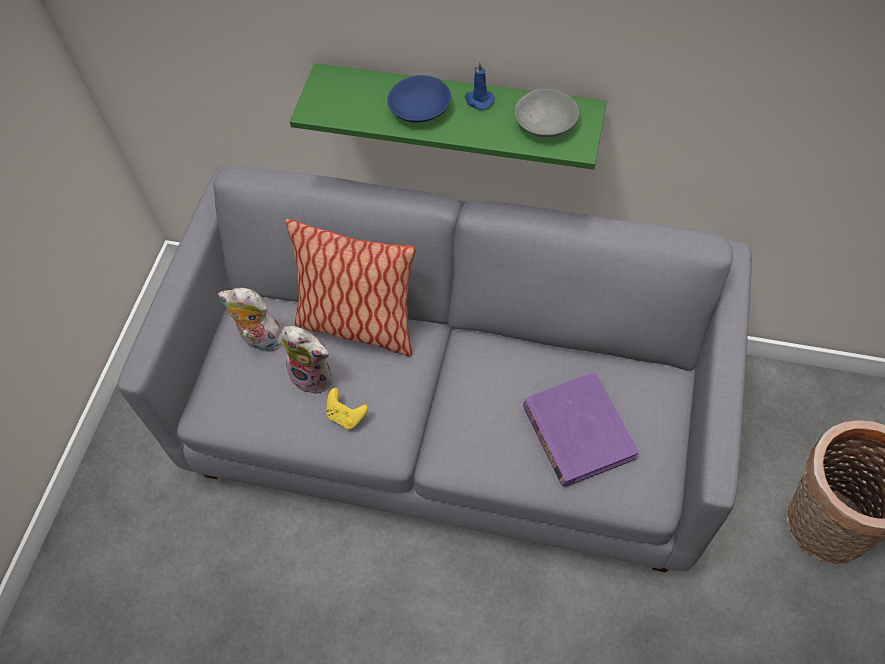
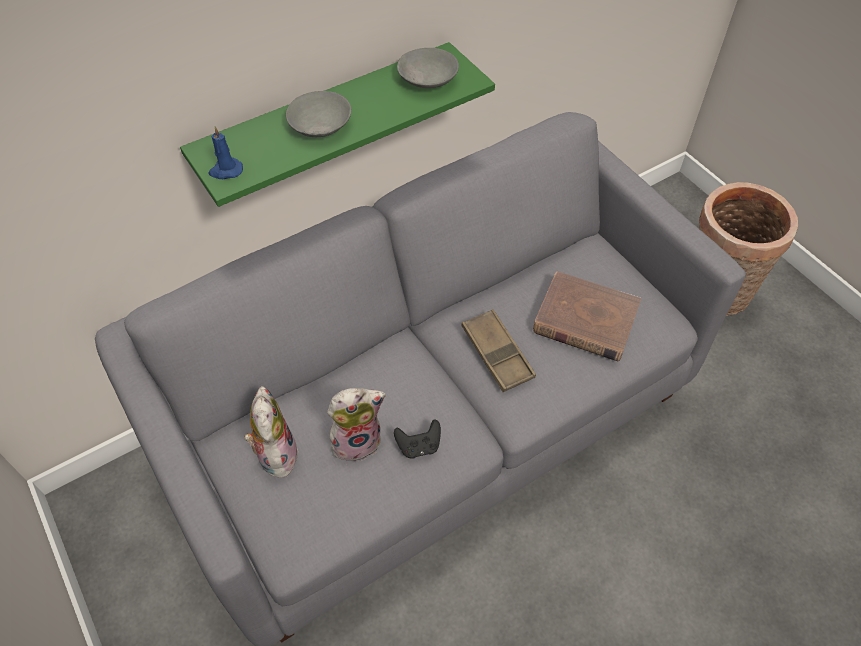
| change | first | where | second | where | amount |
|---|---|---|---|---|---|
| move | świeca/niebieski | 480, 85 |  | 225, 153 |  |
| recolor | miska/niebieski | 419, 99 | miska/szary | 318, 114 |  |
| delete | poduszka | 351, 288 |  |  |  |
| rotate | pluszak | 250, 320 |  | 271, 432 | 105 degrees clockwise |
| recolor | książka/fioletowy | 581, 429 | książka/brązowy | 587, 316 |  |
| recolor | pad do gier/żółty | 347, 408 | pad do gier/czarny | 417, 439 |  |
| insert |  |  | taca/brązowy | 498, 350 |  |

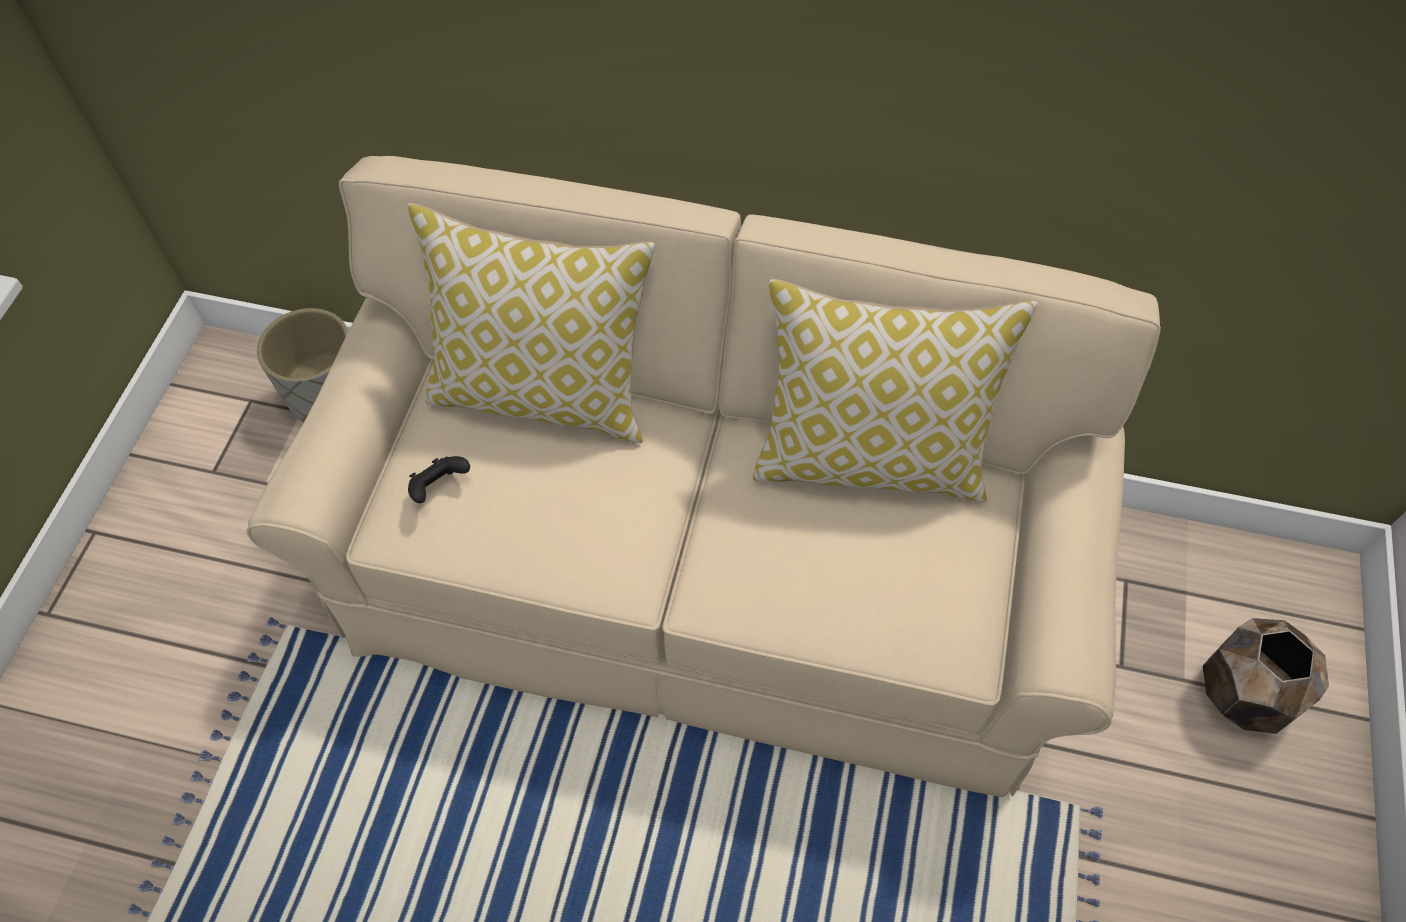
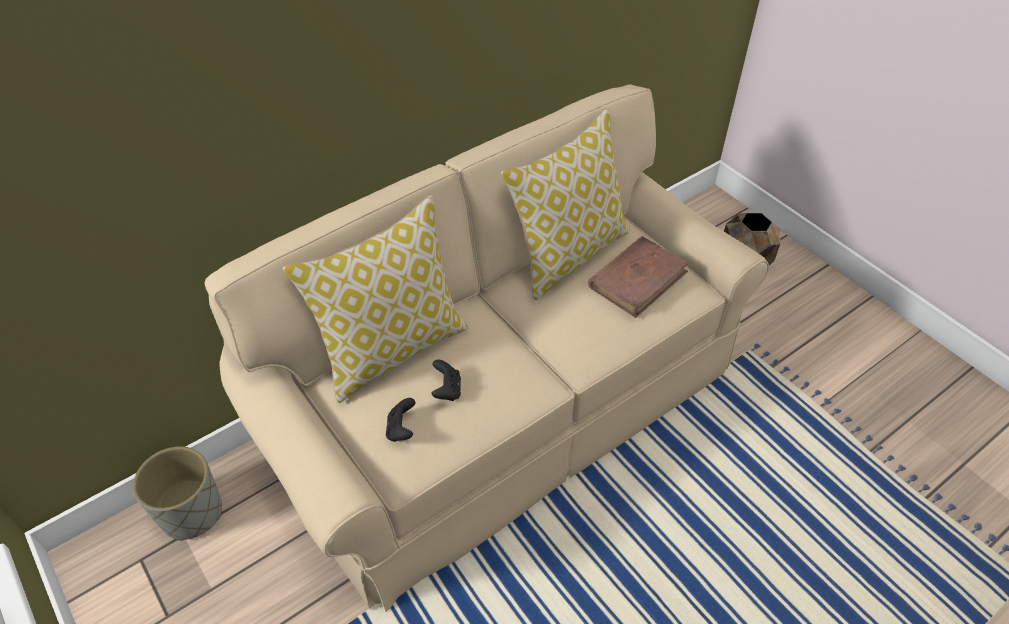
| change | first | where | second | where | amount |
|---|---|---|---|---|---|
| insert |  |  | książka/brązowy | 638, 277 |  |
| insert |  |  | pad do gier/czarny | 446, 380 |  |

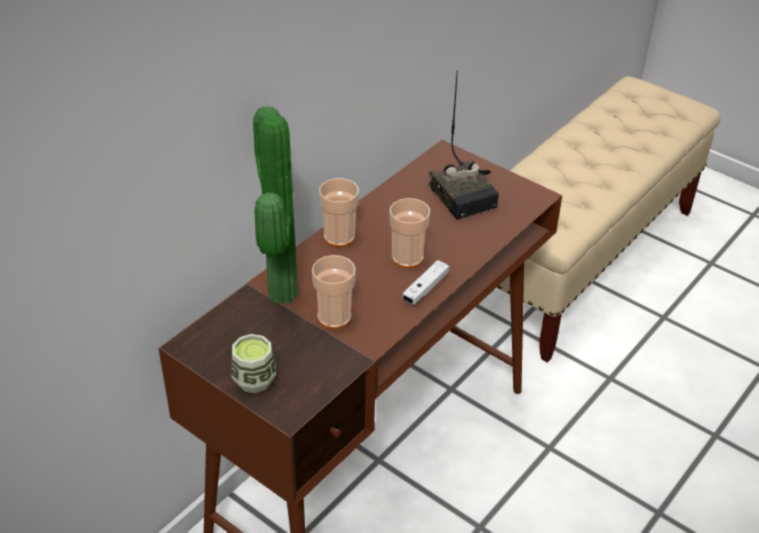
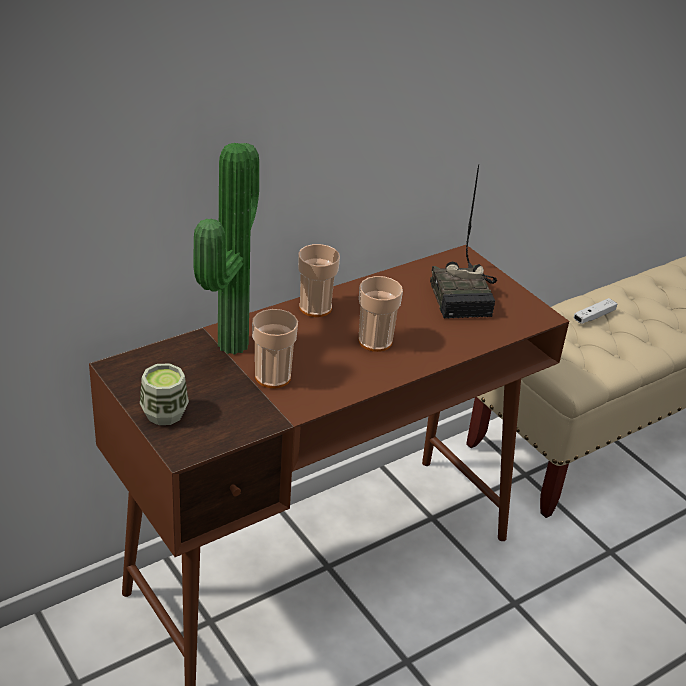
| change | first | where | second | where | amount |
|---|---|---|---|---|---|
| move | pad do gier/biały | 425, 282 |  | 595, 311 |  |

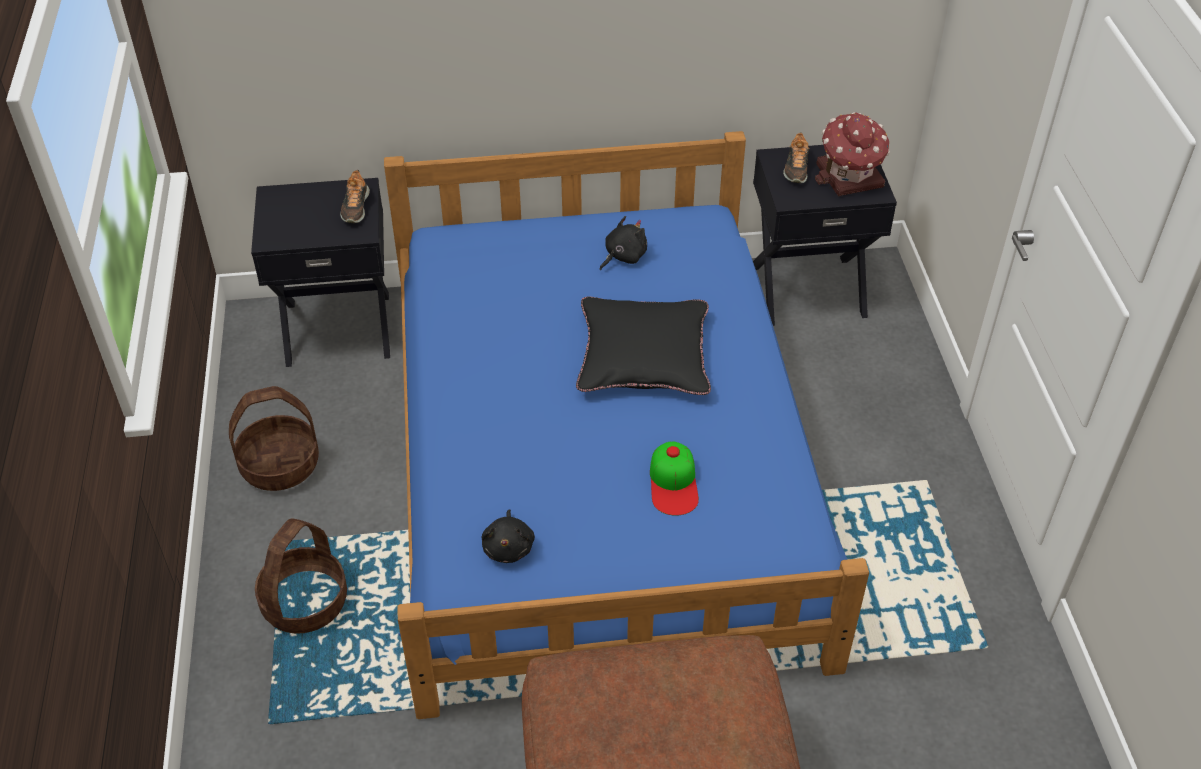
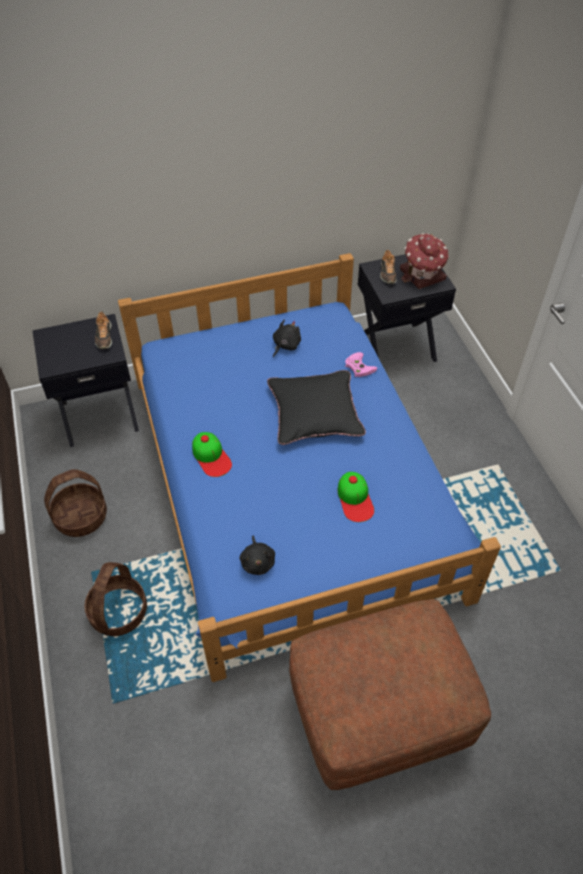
| change | first | where | second | where | amount |
|---|---|---|---|---|---|
| insert |  |  | pad do gier/różowy | 361, 364 |  |
| insert |  |  | czapka z daszkiem | 212, 454 |  |

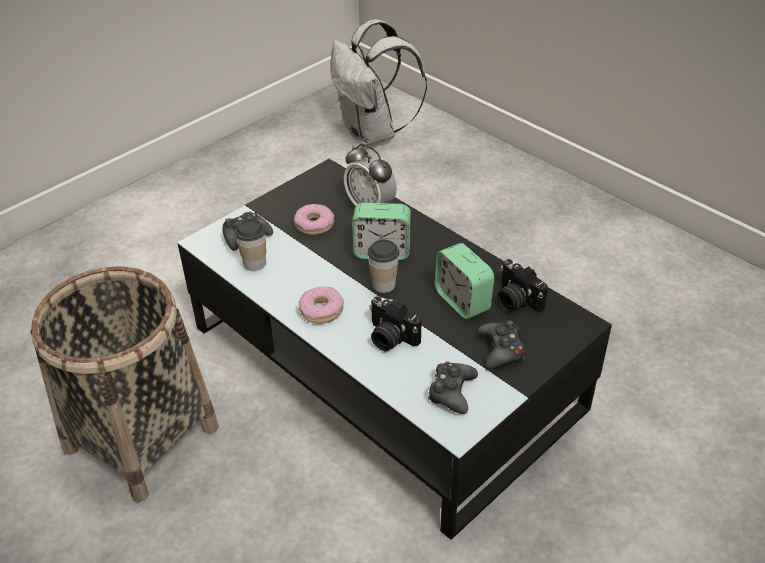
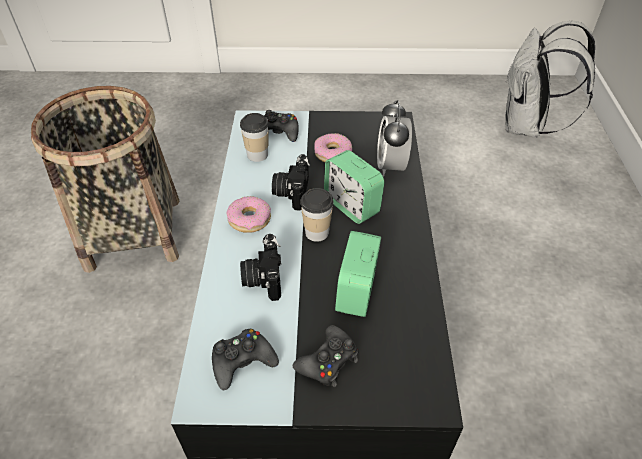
| change | first | where | second | where | amount |
|---|---|---|---|---|---|
| move | aparat fotograficzny | 522, 285 |  | 291, 182 |  |

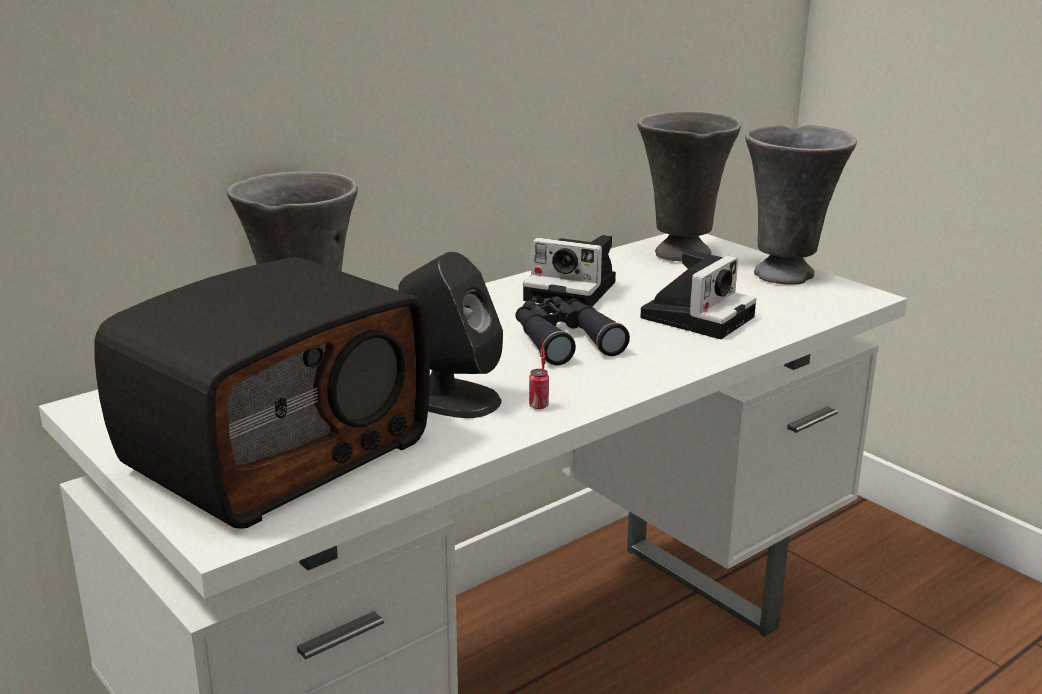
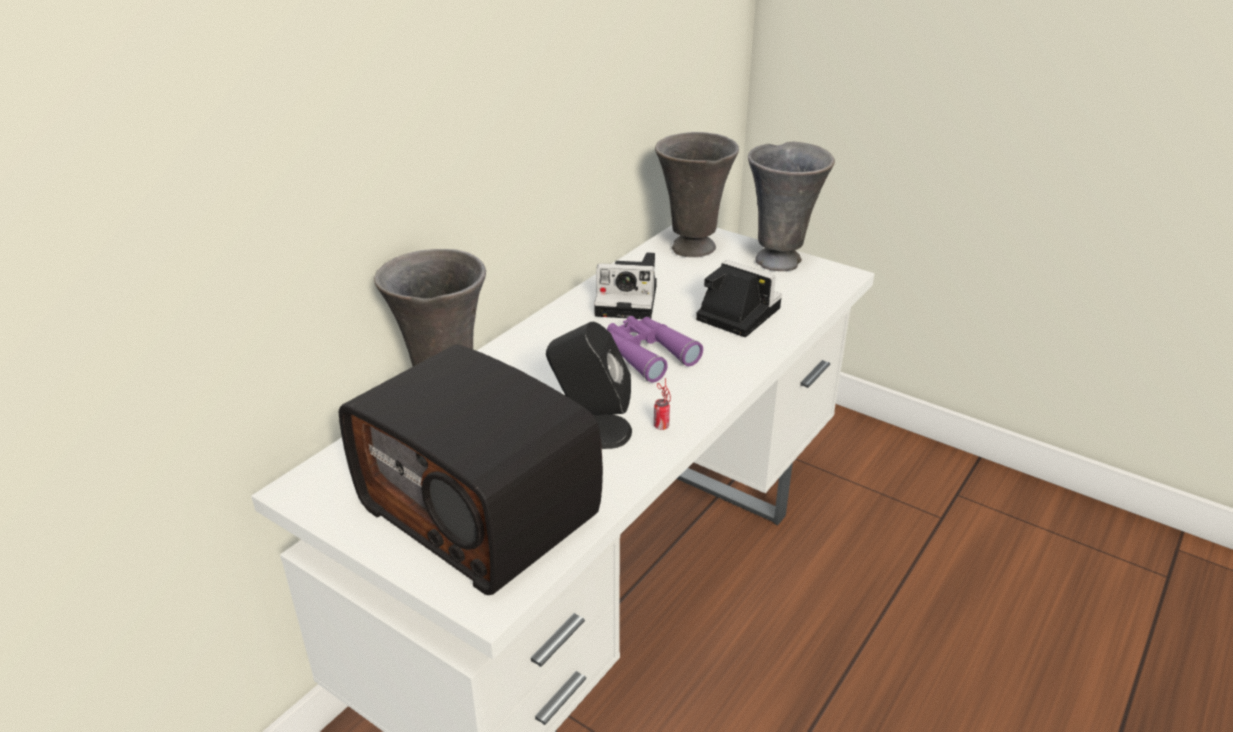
| change | first | where | second | where | amount |
|---|---|---|---|---|---|
| rotate | aparat fotograficzny | 698, 294 |  | 739, 298 | 75 degrees counterclockwise |
| rotate | radio | 262, 393 |  | 471, 469 | 105 degrees clockwise |
| recolor | lornetka/czarny | 572, 330 | lornetka/fioletowy | 655, 349 |  |

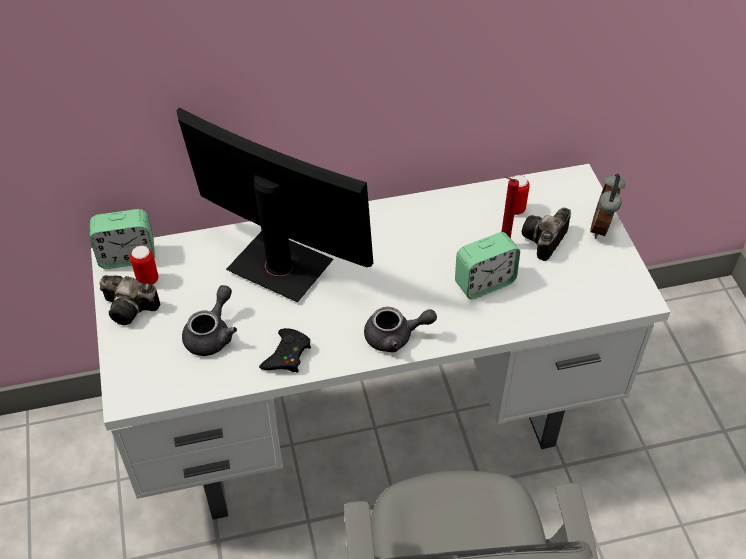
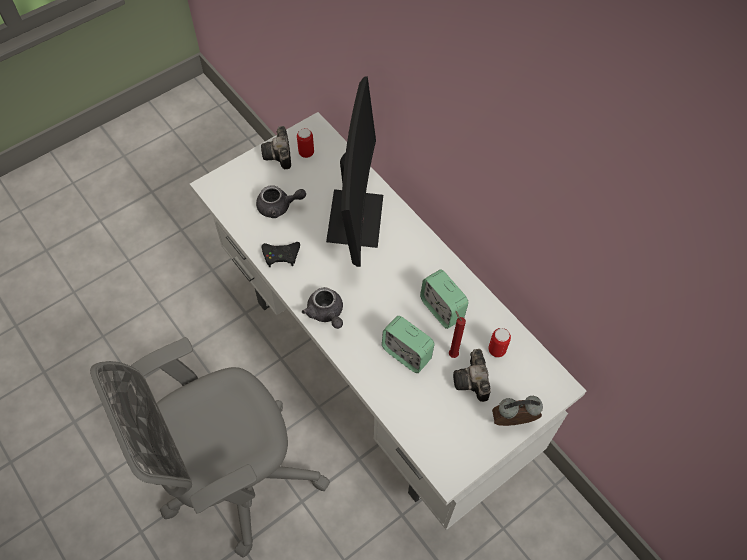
| change | first | where | second | where | amount |
|---|---|---|---|---|---|
| rotate | aparat fotograficzny | 546, 234 |  | 472, 375 | 105 degrees counterclockwise |
| move | budzik | 122, 239 |  | 444, 299 |  |

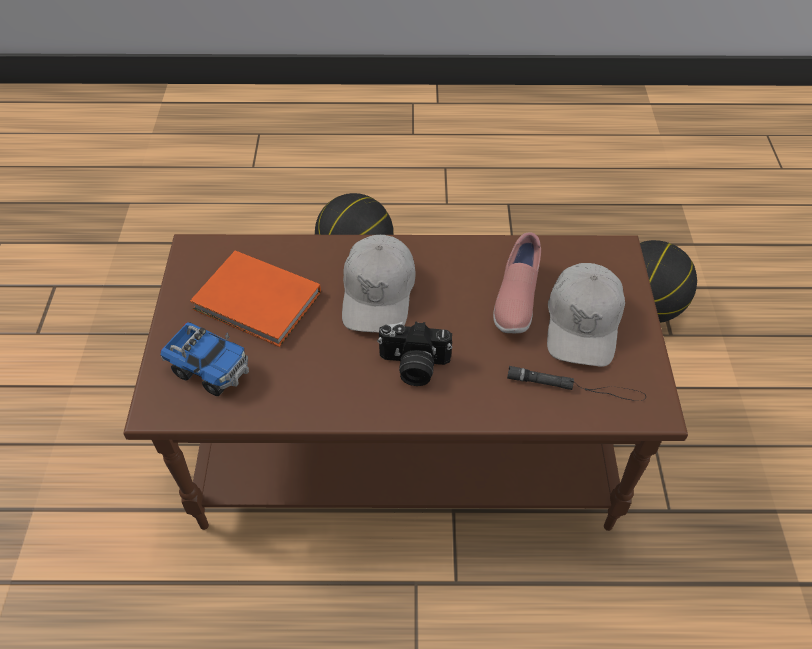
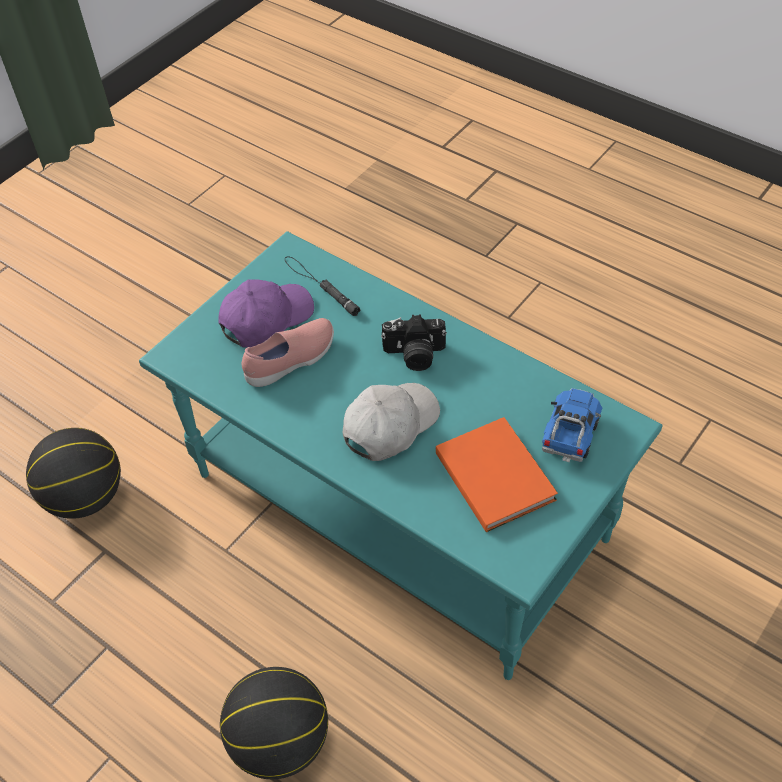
| change | first | where | second | where | amount |
|---|---|---|---|---|---|
| recolor | ława/brązowy | 405, 382 | ława/turkusowy | 401, 455 |  |
| recolor | czapka z daszkiem/biały | 586, 315 | czapka z daszkiem/fioletowy | 266, 313 |  |
| rotate | ciężarówka zabawkowa | 205, 359 |  | 572, 425 | 45 degrees clockwise |
| rotate | aparat fotograficzny | 415, 354 |  | 414, 342 | 135 degrees clockwise |

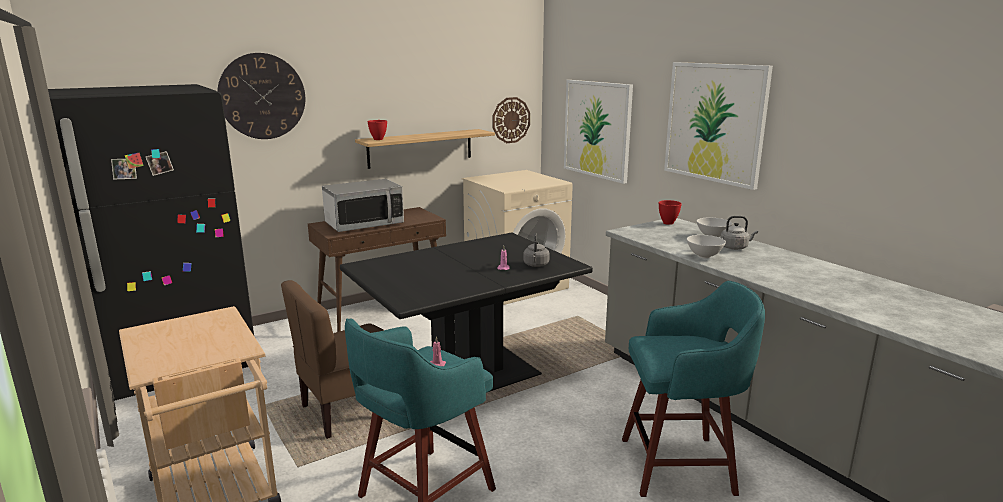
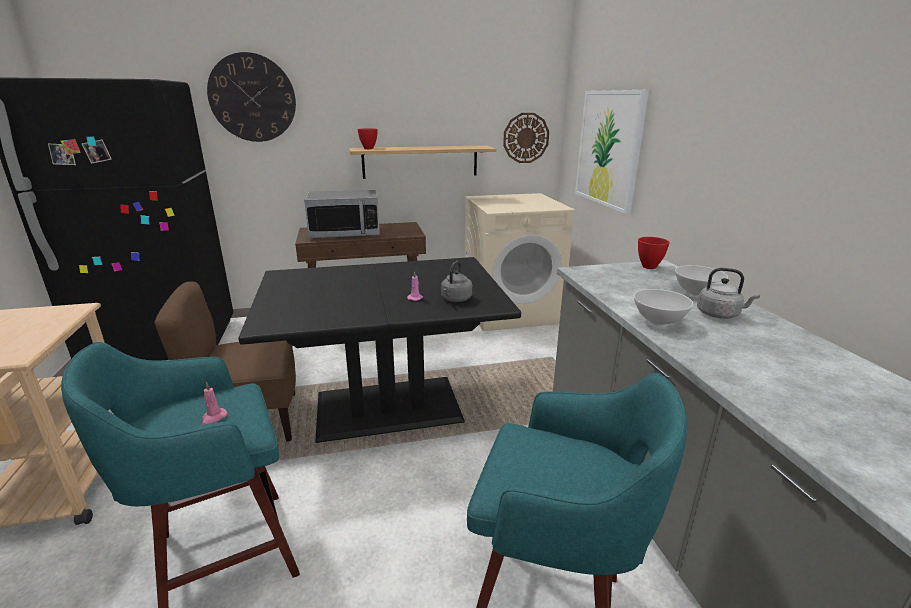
| change | first | where | second | where | amount |
|---|---|---|---|---|---|
| delete | obraz | 718, 126 |  |  |  |

